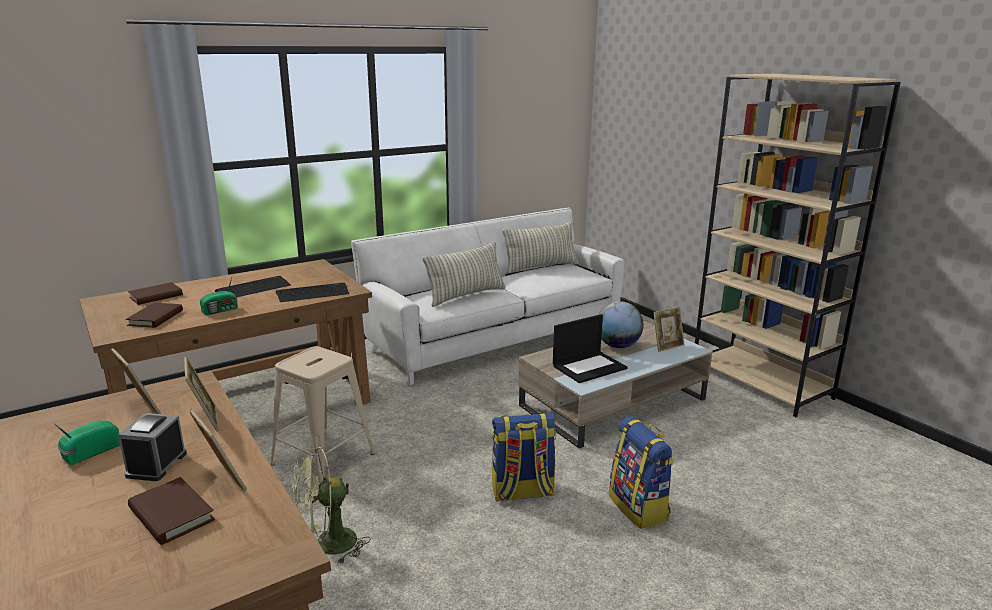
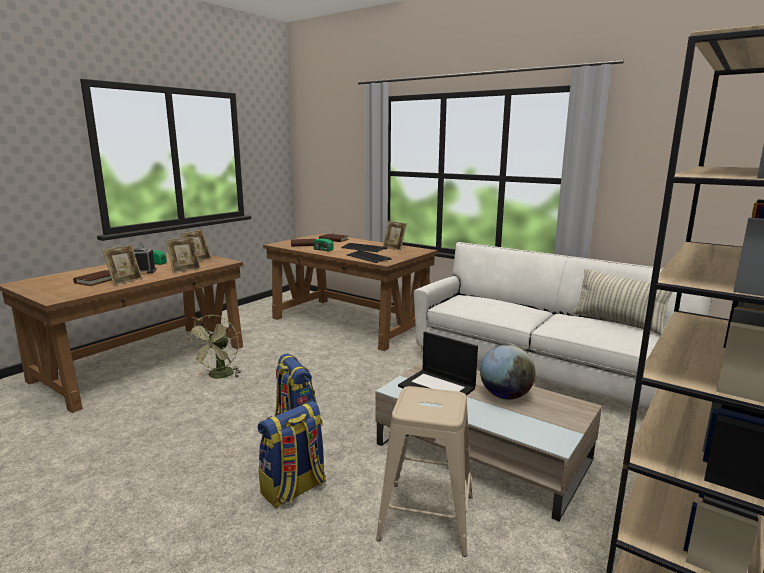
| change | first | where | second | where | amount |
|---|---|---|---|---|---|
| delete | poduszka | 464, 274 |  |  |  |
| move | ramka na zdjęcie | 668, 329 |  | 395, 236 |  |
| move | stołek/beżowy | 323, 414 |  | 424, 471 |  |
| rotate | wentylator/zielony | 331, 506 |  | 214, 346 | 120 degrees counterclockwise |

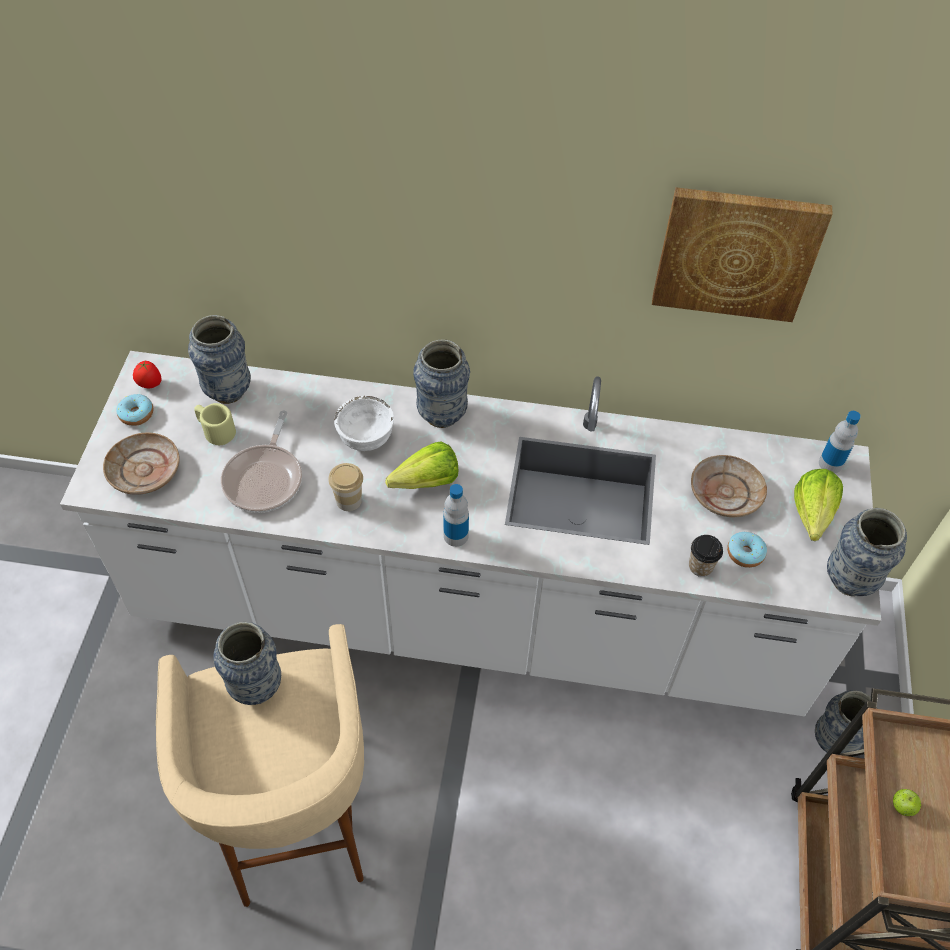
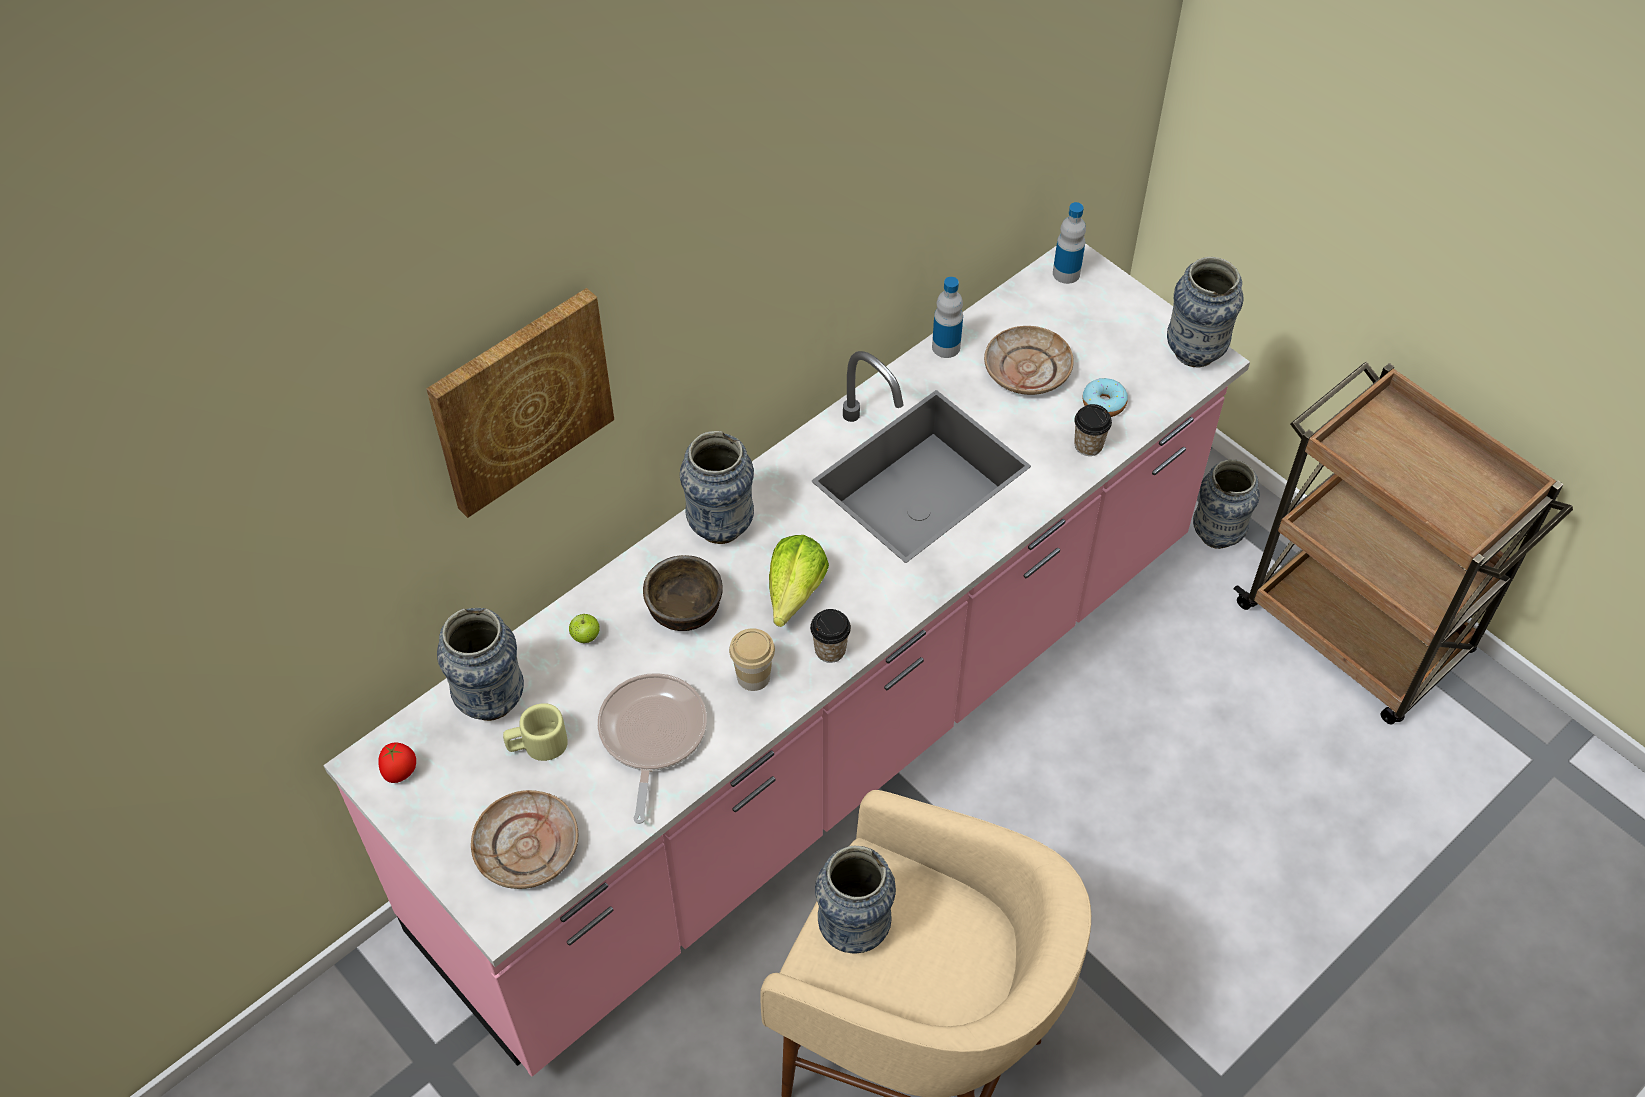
| change | first | where | second | where | amount |
|---|---|---|---|---|---|
| move | obraz | 742, 254 |  | 520, 403 |  |
| recolor | zabudowa kuchenna/biały | 470, 533 | zabudowa kuchenna/różowy | 786, 659 |  |
| delete | donut | 134, 410 |  |  |  |
| recolor | miska/biały | 364, 423 | miska/brązowy | 683, 593 |  |
| rotate | patelnia | 261, 461 |  | 652, 748 | 135 degrees counterclockwise |
| delete | sałata | 818, 505 |  |  |  |
| move | butelka | 456, 515 |  | 947, 317 |  |
| move | jabłko | 907, 802 |  | 584, 628 |  |
| insert |  |  | filiżanka | 830, 636 |  |

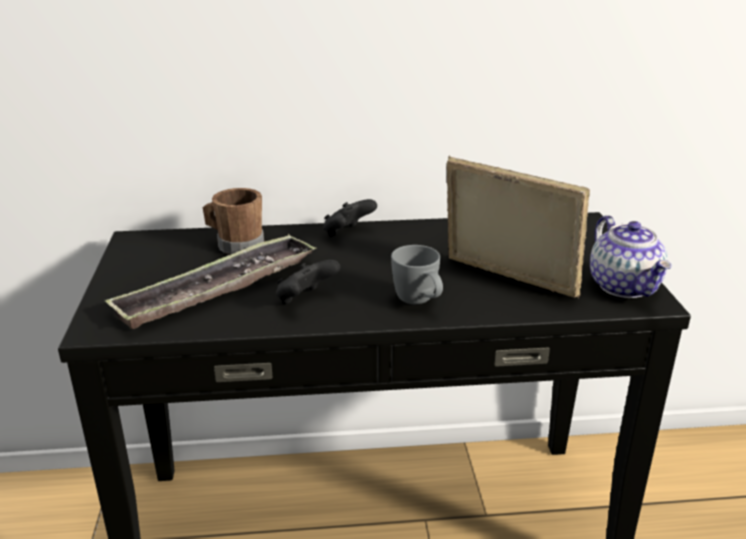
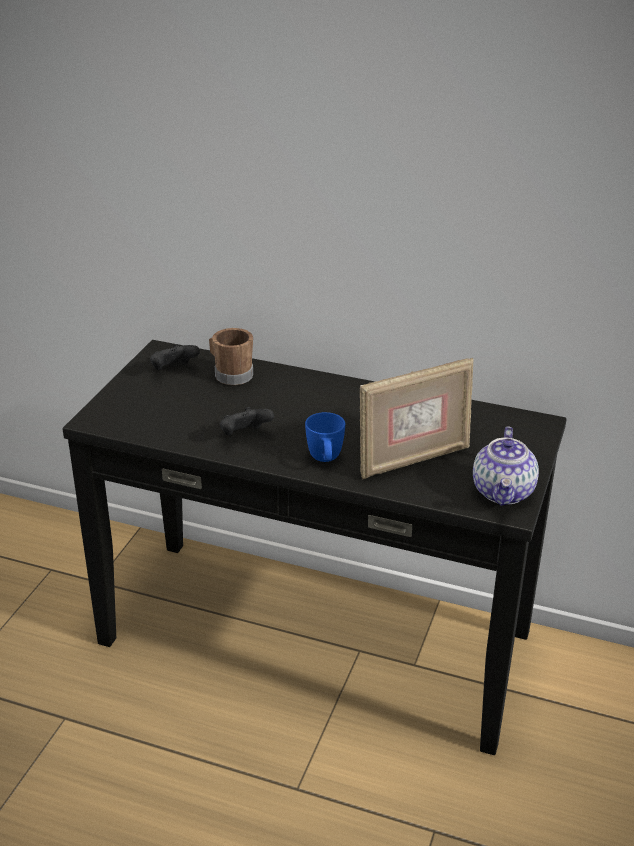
| change | first | where | second | where | amount |
|---|---|---|---|---|---|
| rotate | ramka na zdjęcie | 518, 227 |  | 416, 418 | 90 degrees clockwise |
| move | pad do gier/czarny | 350, 218 |  | 175, 357 |  |
| delete | taca | 210, 281 |  |  |  |
| recolor | kubek/szary | 417, 274 | kubek/niebieski | 325, 437 |  |

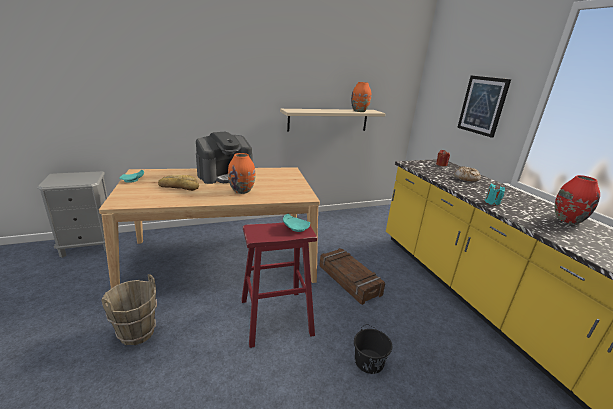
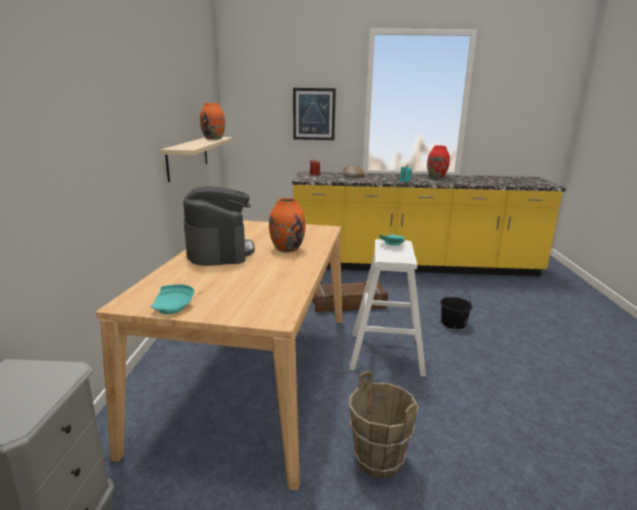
| change | first | where | second | where | amount |
|---|---|---|---|---|---|
| delete | chleb | 178, 183 |  |  |  |
| recolor | stołek/czerwony | 279, 285 | stołek/biały | 387, 308 |  |

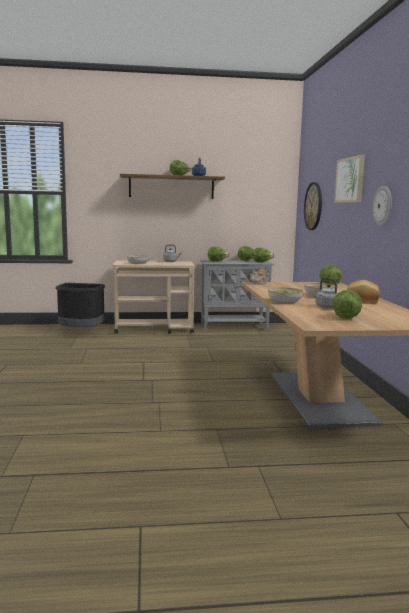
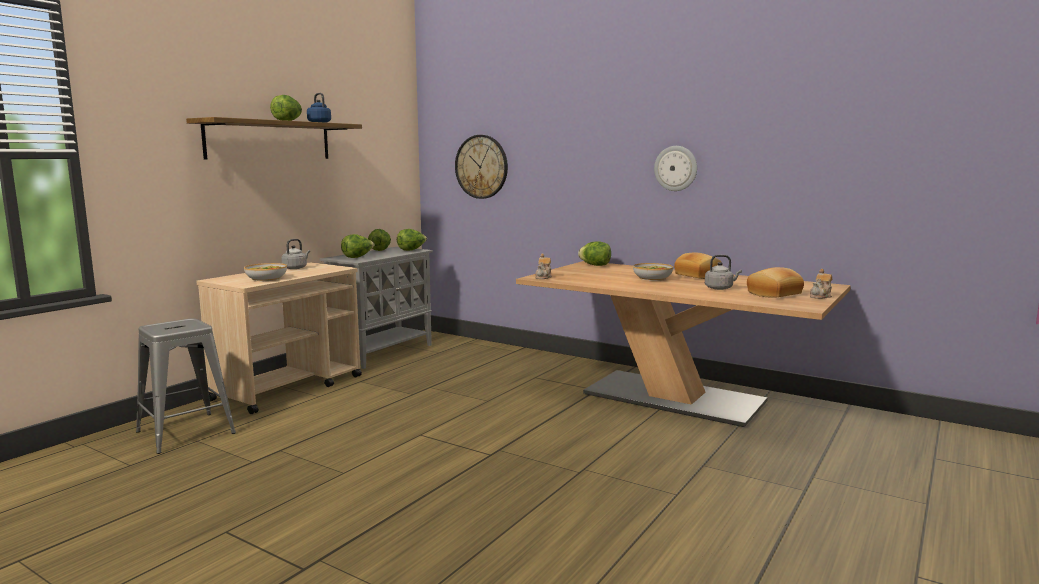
| change | first | where | second | where | amount |
|---|---|---|---|---|---|
| delete | obraz | 349, 179 |  |  |  |
| replace | kosz na śmieci/czarny | 80, 305 | stołek/szary | 186, 386 |  |
| delete | miska | 286, 295 |  |  |  |
| replace | sałata | 347, 304 | chleb | 775, 282 |  |
| insert |  |  | imbryk | 821, 284 |  |

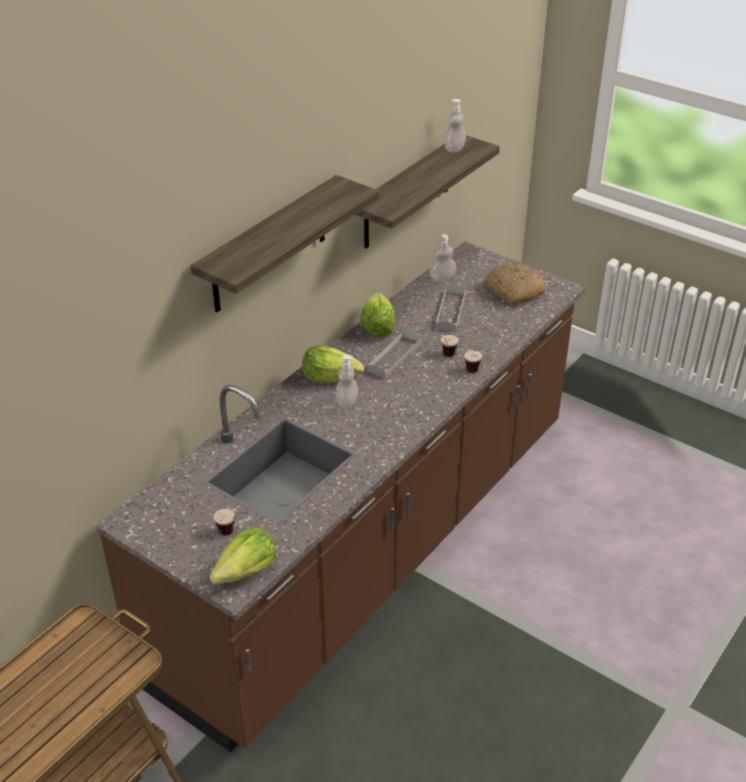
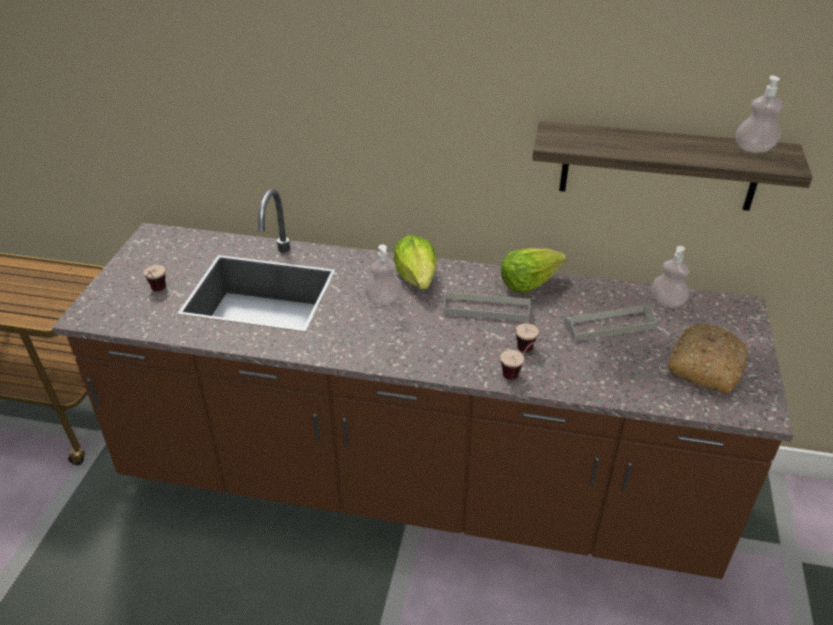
| change | first | where | second | where | amount |
|---|---|---|---|---|---|
| delete | półka | 285, 243 |  |  |  |
| delete | sałata | 242, 556 |  |  |  |

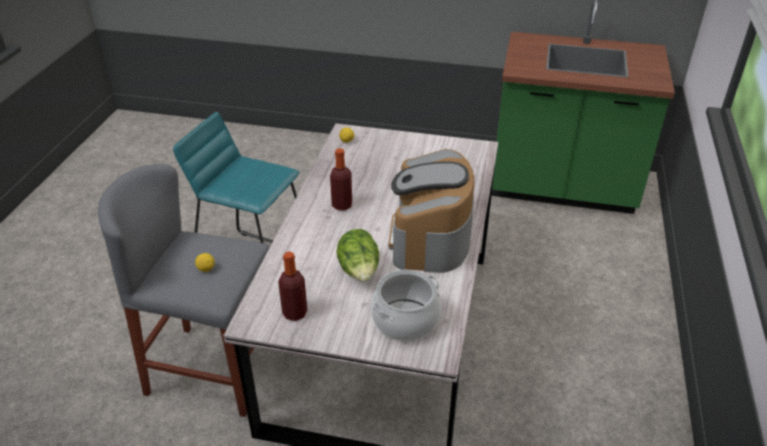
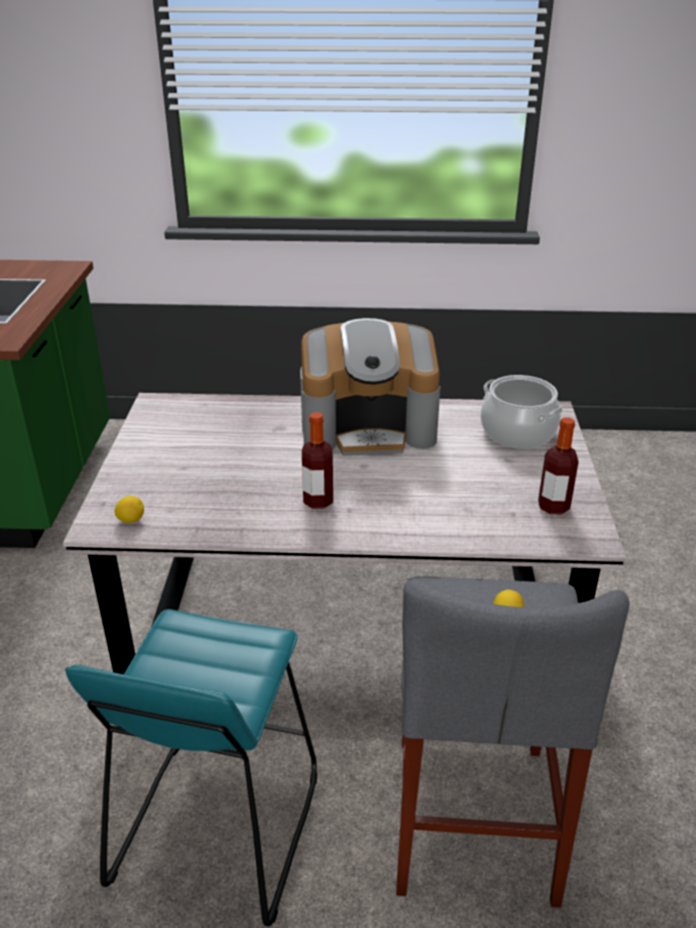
| change | first | where | second | where | amount |
|---|---|---|---|---|---|
| delete | sałata | 357, 255 |  |  |  |

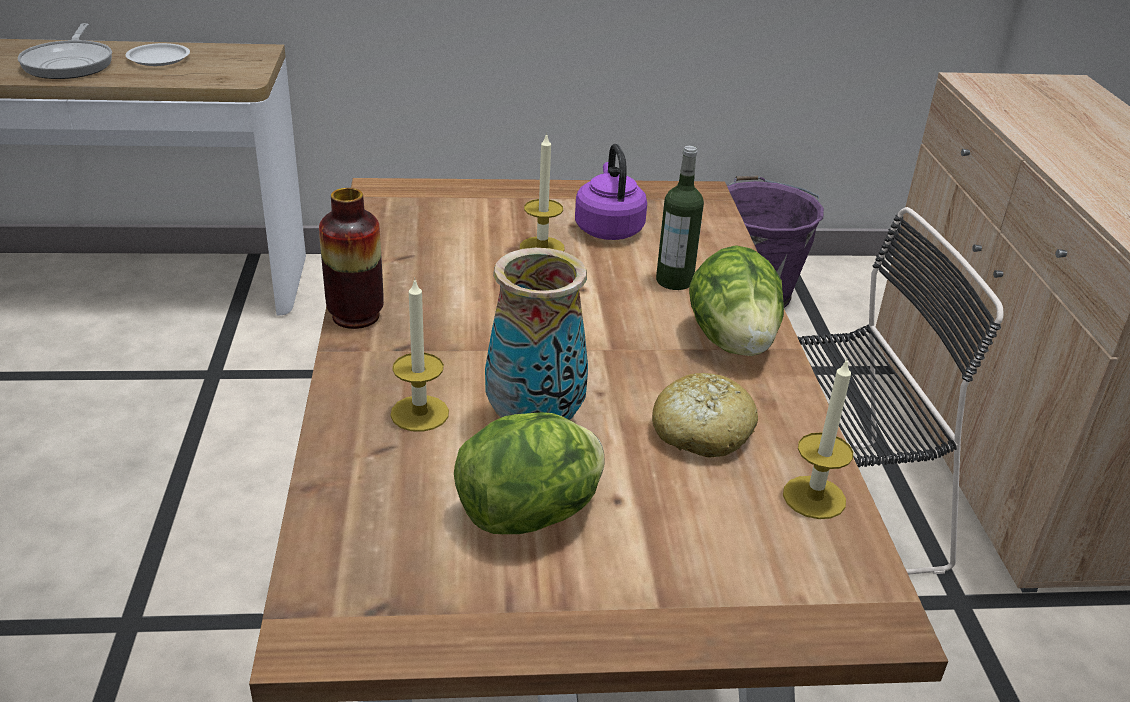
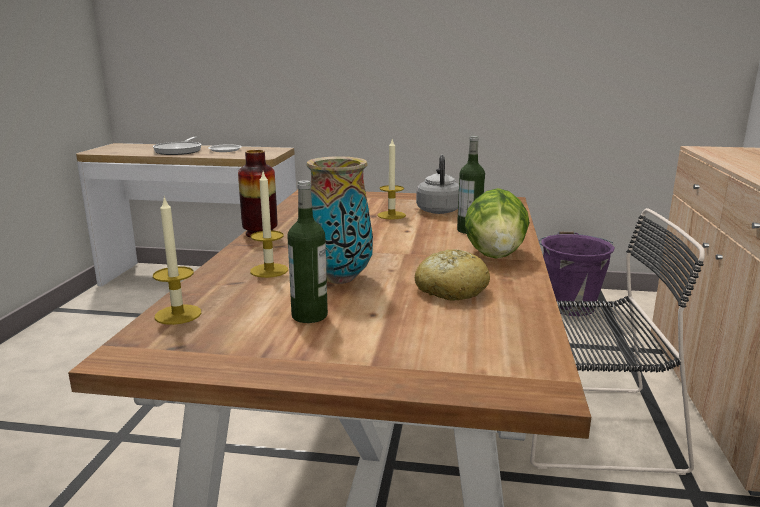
| change | first | where | second | where | amount |
|---|---|---|---|---|---|
| recolor | czajnik/fioletowy | 611, 192 | czajnik/szary | 437, 184 |  |
| move | świeca | 818, 439 |  | 177, 261 |  |
| replace | sałata | 529, 473 | butelka | 307, 251 |  |

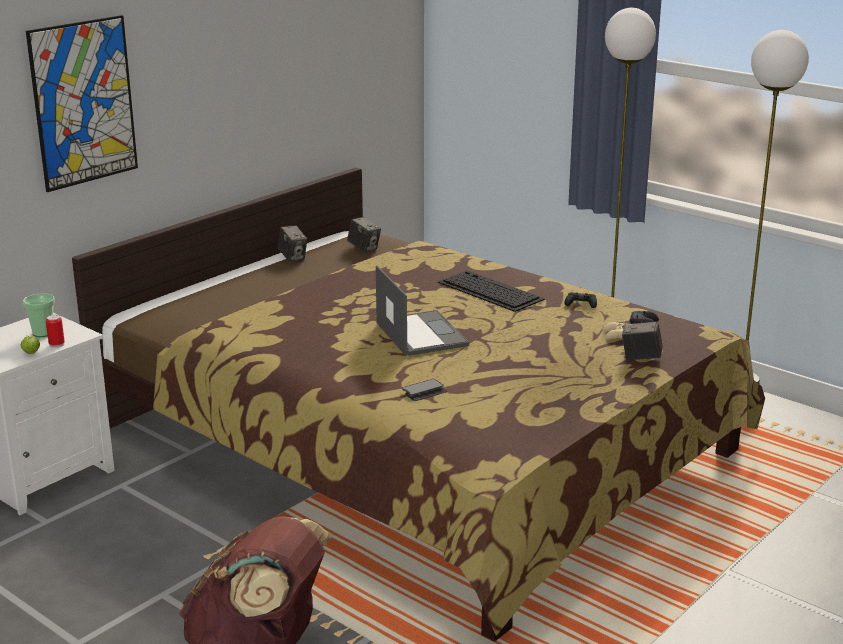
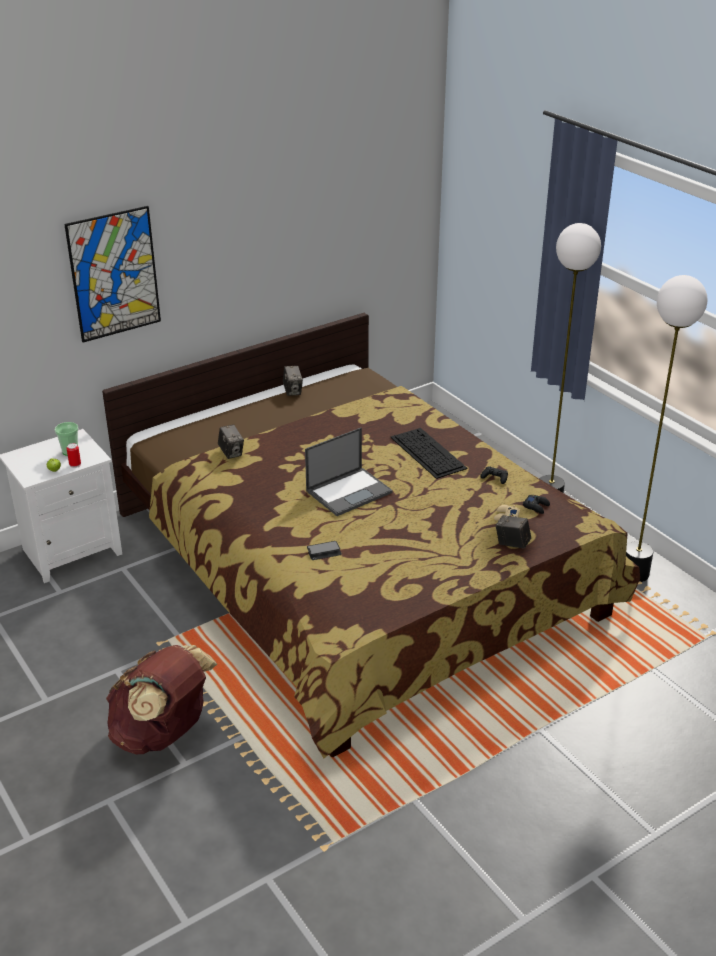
| change | first | where | second | where | amount |
|---|---|---|---|---|---|
| move | aparat fotograficzny | 364, 234 |  | 231, 441 |  |
| rotate | laptop | 422, 310 |  | 349, 472 | 60 degrees clockwise |

